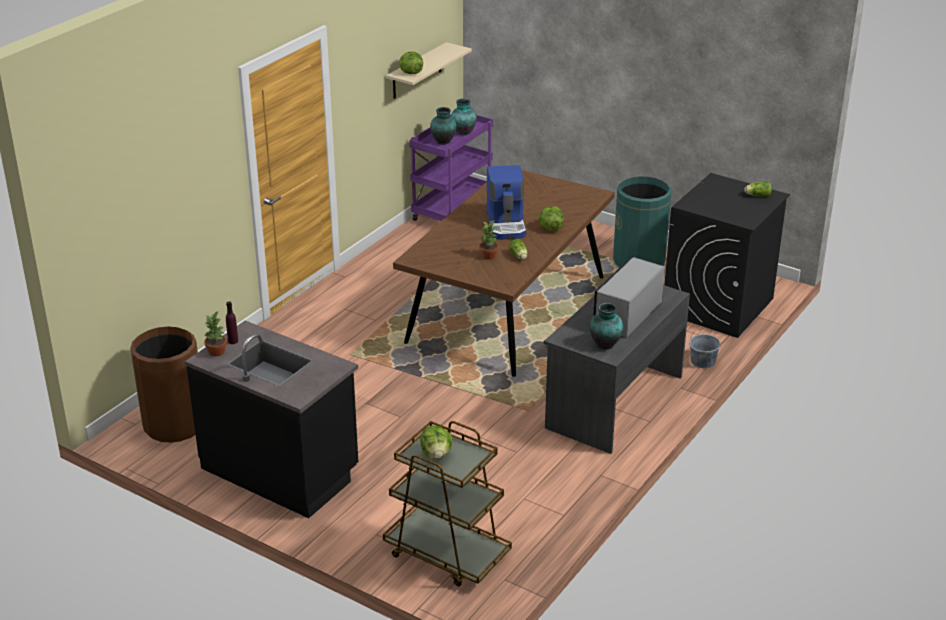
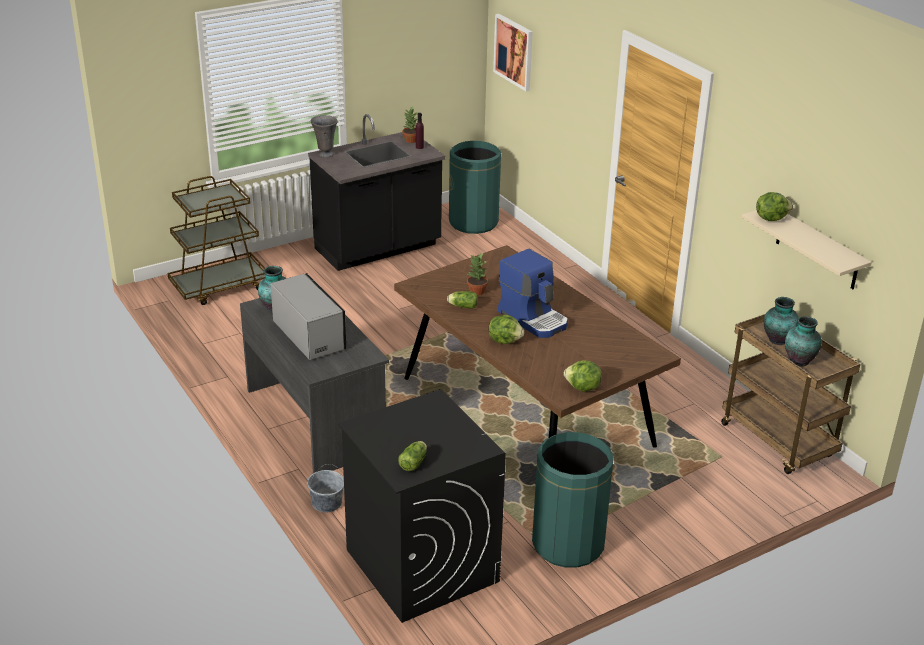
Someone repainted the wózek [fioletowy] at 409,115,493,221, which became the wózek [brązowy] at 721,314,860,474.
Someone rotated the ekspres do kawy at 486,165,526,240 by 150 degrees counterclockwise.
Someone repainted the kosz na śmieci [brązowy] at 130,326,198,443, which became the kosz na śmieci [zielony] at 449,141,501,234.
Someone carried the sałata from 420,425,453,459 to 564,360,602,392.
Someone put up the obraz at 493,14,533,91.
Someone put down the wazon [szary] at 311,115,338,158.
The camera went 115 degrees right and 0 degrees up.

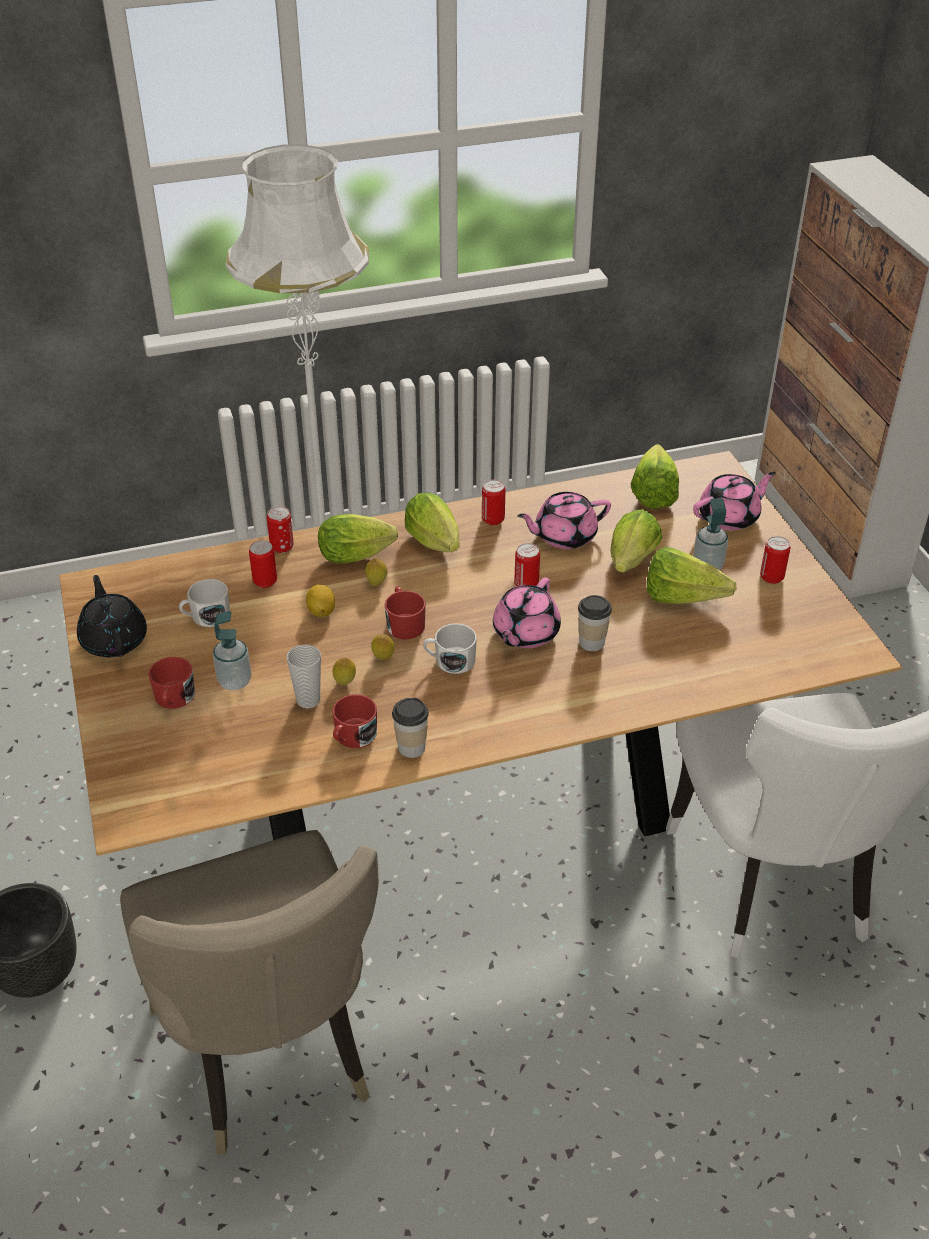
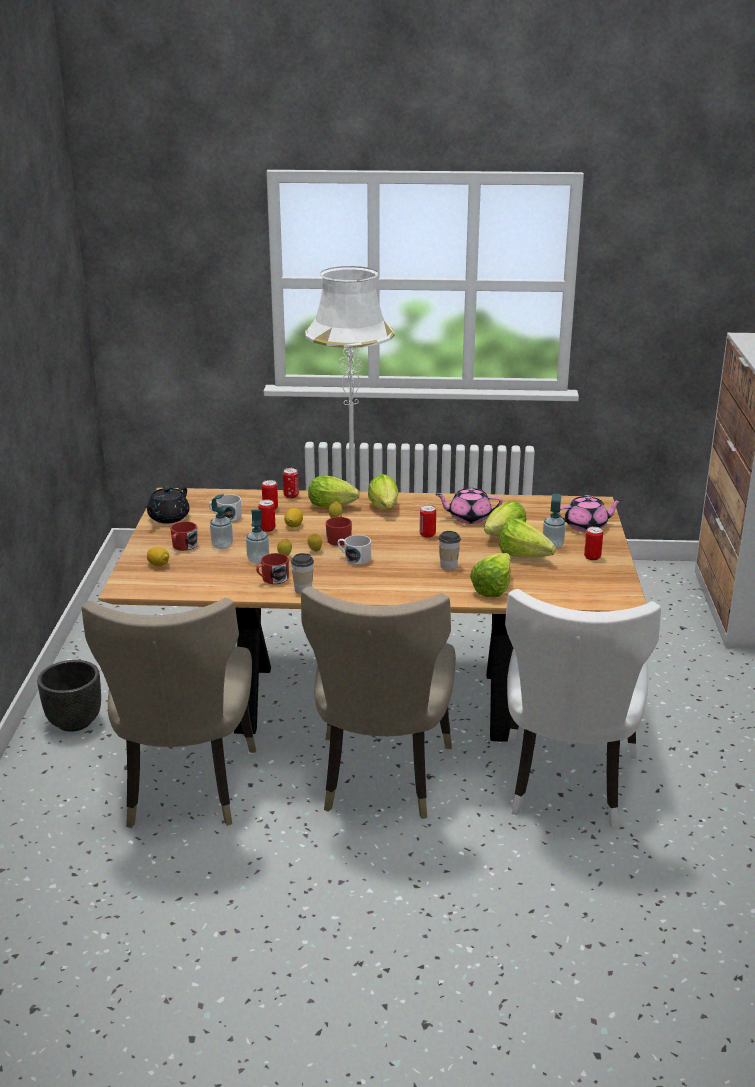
Someone carried the sałata from 631,444,679,509 to 470,553,511,597.
Someone carried the puszka from 482,480,505,525 to 258,499,275,532.
Someone rotated the imbryk [czarny] at 77,575,147,657 by 150 degrees counterclockwise.
Someone took away the imbryk [różowy] at 493,577,561,648.
Someone swapped the filiżanka at 287,644,321,709 for the dozownik mydła at 246,509,269,564.
Someone put down the cytryna at 147,547,169,566.
Someone put down the krzesło [beżowy] at 301,586,456,819.
The camera went 20 degrees right and 15 degrees down.

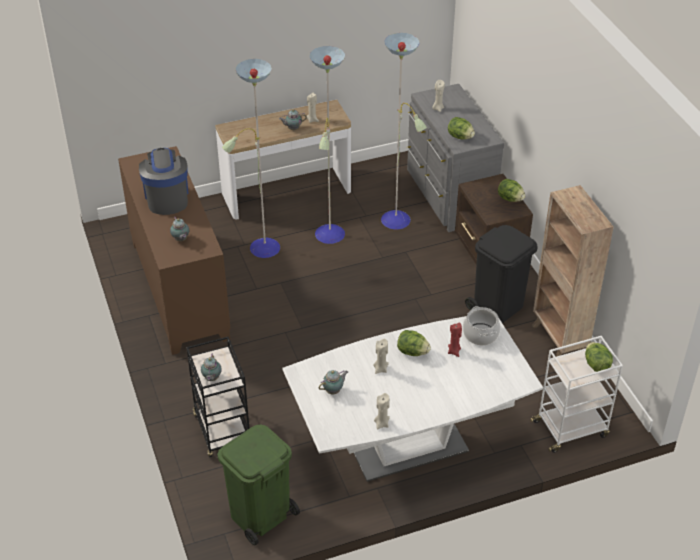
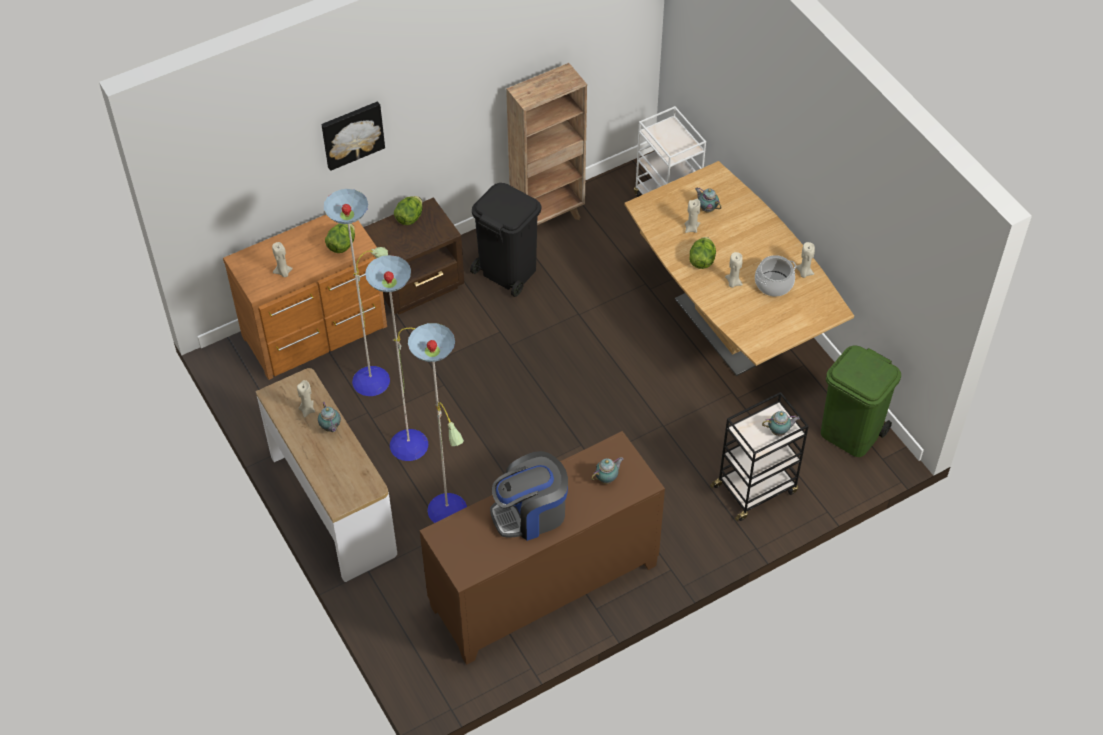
Someone repainted the komoda [szary] at 407,84,504,232, which became the komoda [brązowy] at 223,214,387,380.
Someone carried the garnek from 463,306,501,346 to 755,255,796,297.
Someone repainted the stół jadalny [biały] at 282,311,543,482, which became the stół jadalny [brązowy] at 625,161,854,376.
Someone repainted the świeca [czerwony] at 448,323,462,357, which became the świeca [beżowy] at 685,199,700,233.
Someone took away the sałata at 585,342,613,372.
Someone carried the imbryk from 319,370,348,394 to 695,187,722,212.
Someone put up the obraz at 321,101,385,171.
The camera went 100 degrees left and 10 degrees up.

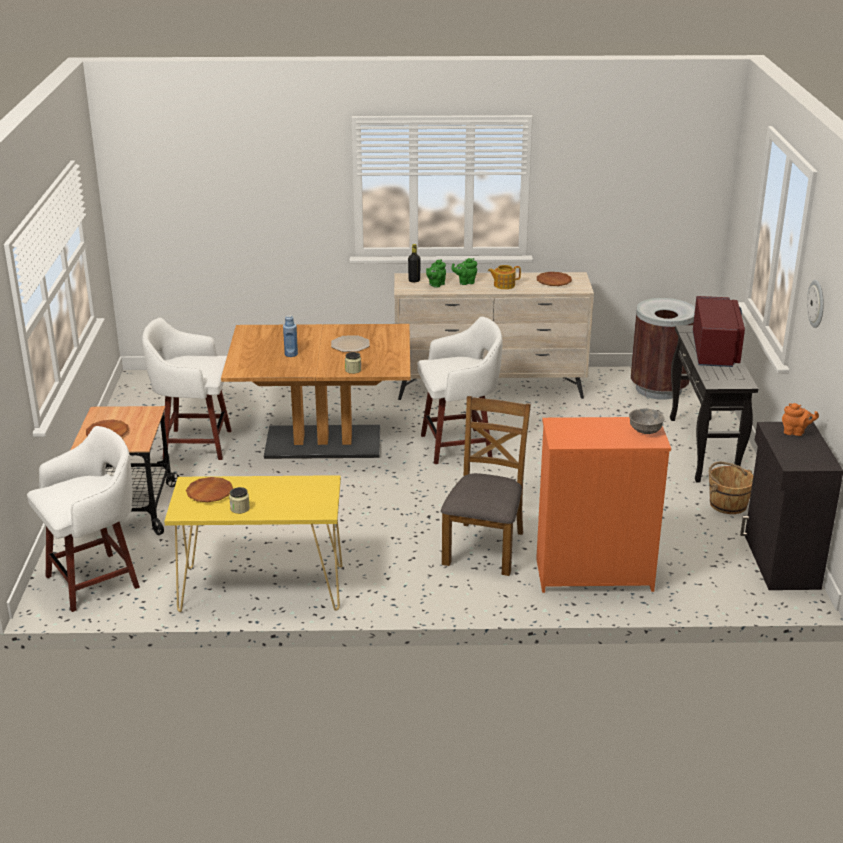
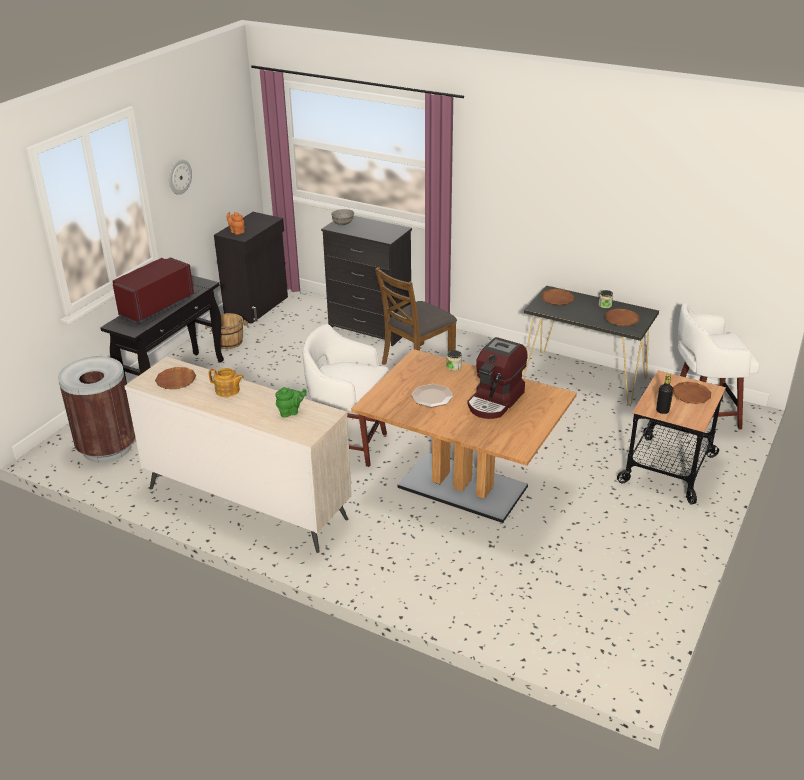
Someone carried the butelka [czarny] from 408,244,421,282 to 656,374,673,414.
Someone took away the imbryk [zielony] at 451,258,477,285.
Someone swapped the butelka [niebieski] at 283,315,298,357 for the ekspres do kawy at 468,337,528,419.
Someone took away the stołek [biały] at 142,318,232,460.
Someone repainted the komoda [pomarańczowy] at 536,417,671,593, which became the komoda [czarny] at 321,216,412,346.
Someone repainted the stolik konsolowy [żółty] at 164,475,342,612, which became the stolik konsolowy [czarny] at 522,286,659,405.
Someone put down the talerz [brązowy] at 541,289,574,305.
The camera went 150 degrees left and 5 degrees up.

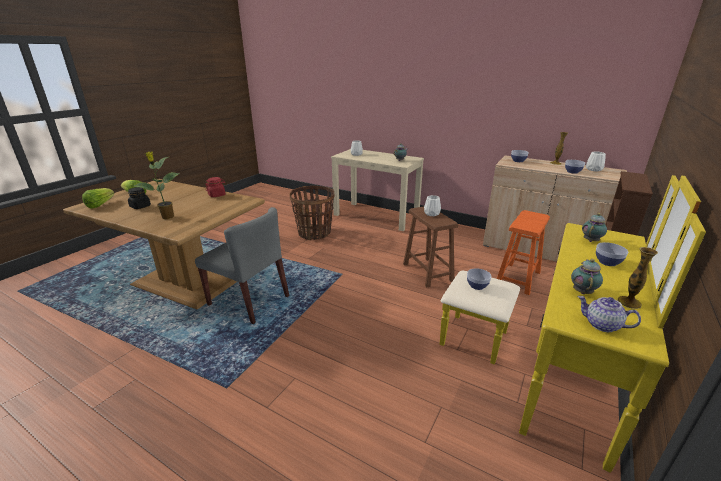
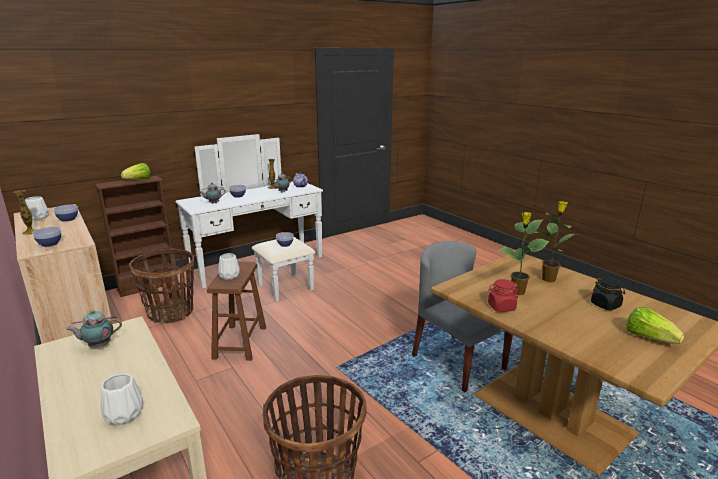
Someone repainted the komoda [żółty] at 440,175,706,473, which became the komoda [biały] at 175,134,323,301.
Someone carried the sałata from 82,188,115,209 to 121,163,151,179.
Someone swapped the stołek [pomarańczowy] at 497,210,550,295 for the koszyk at 129,248,195,324.
Someone put down the roślina doniczkowa at 498,212,549,295.
The camera went 155 degrees left and 5 degrees down.

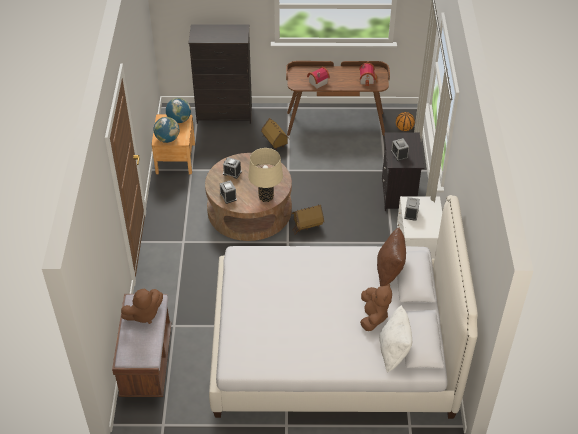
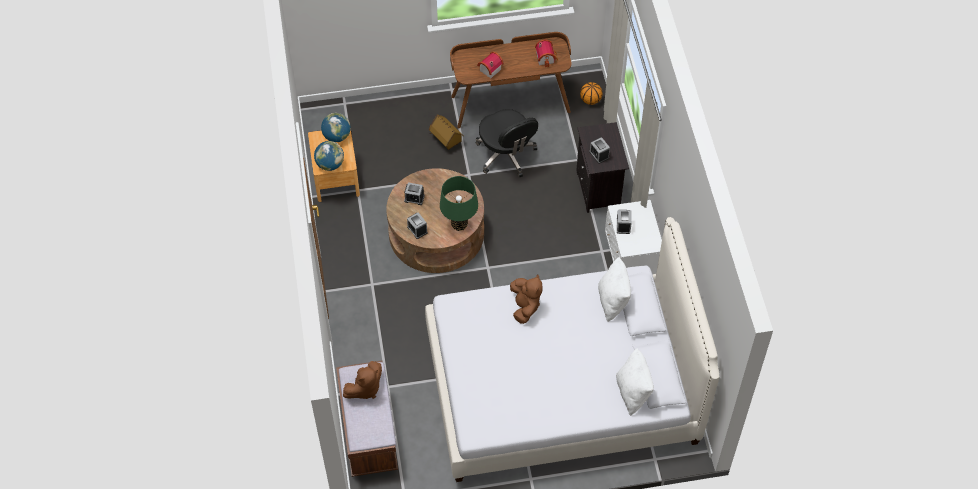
Someone took away the komoda [czarny] at 189,24,252,124.
Someone repainted the lampa stołowa [beżowy] at 248,148,283,202, which became the lampa stołowa [zielony] at 440,176,478,231.
Someone took away the domek at 292,204,324,235.
Someone repainted the poduszka [brązowy] at 377,227,406,287, which became the poduszka [biały] at 598,257,631,322.
Someone carried the pluszak [brązowy] from 360,283,392,331 to 510,274,543,324.
Someone put down the krzesło biurowe [czarny] at 475,109,538,177.
The camera went 10 degrees left and 10 degrees up.

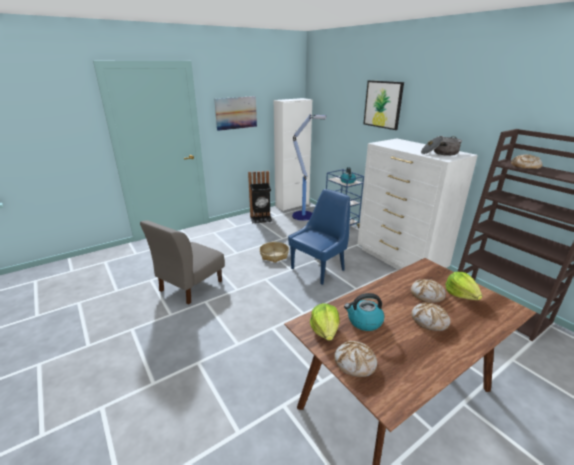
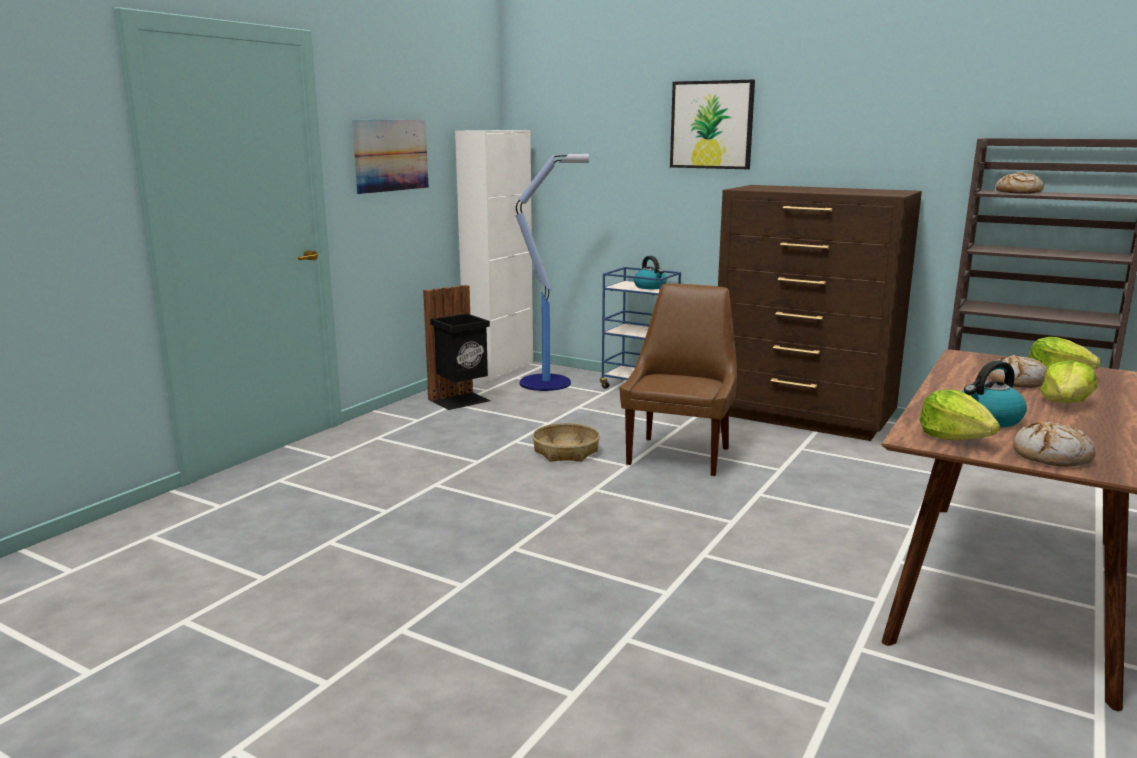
Someone took away the garnek at 421,136,462,156.
Someone repainted the komoda [biały] at 357,138,478,270, which became the komoda [brązowy] at 718,185,922,441.
Someone repainted the krzesło [niebieski] at 288,189,350,285, which became the krzesło [brązowy] at 620,284,737,476.
Someone took away the krzesło [szary] at 140,220,225,305.
Someone swapped the chleb at 411,302,450,331 for the sałata at 1041,360,1097,403.
The camera went 25 degrees left and 10 degrees down.

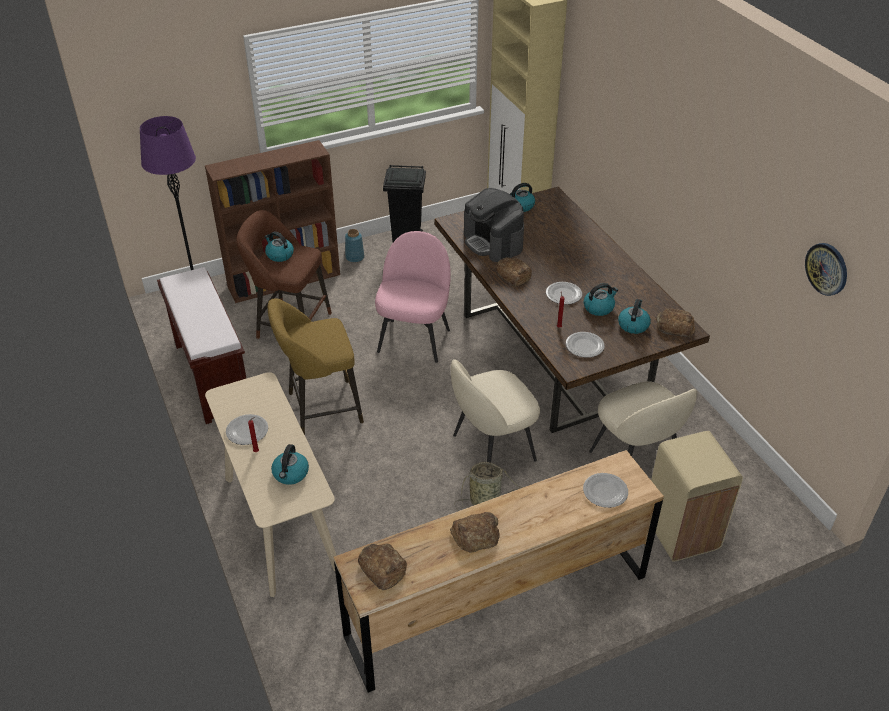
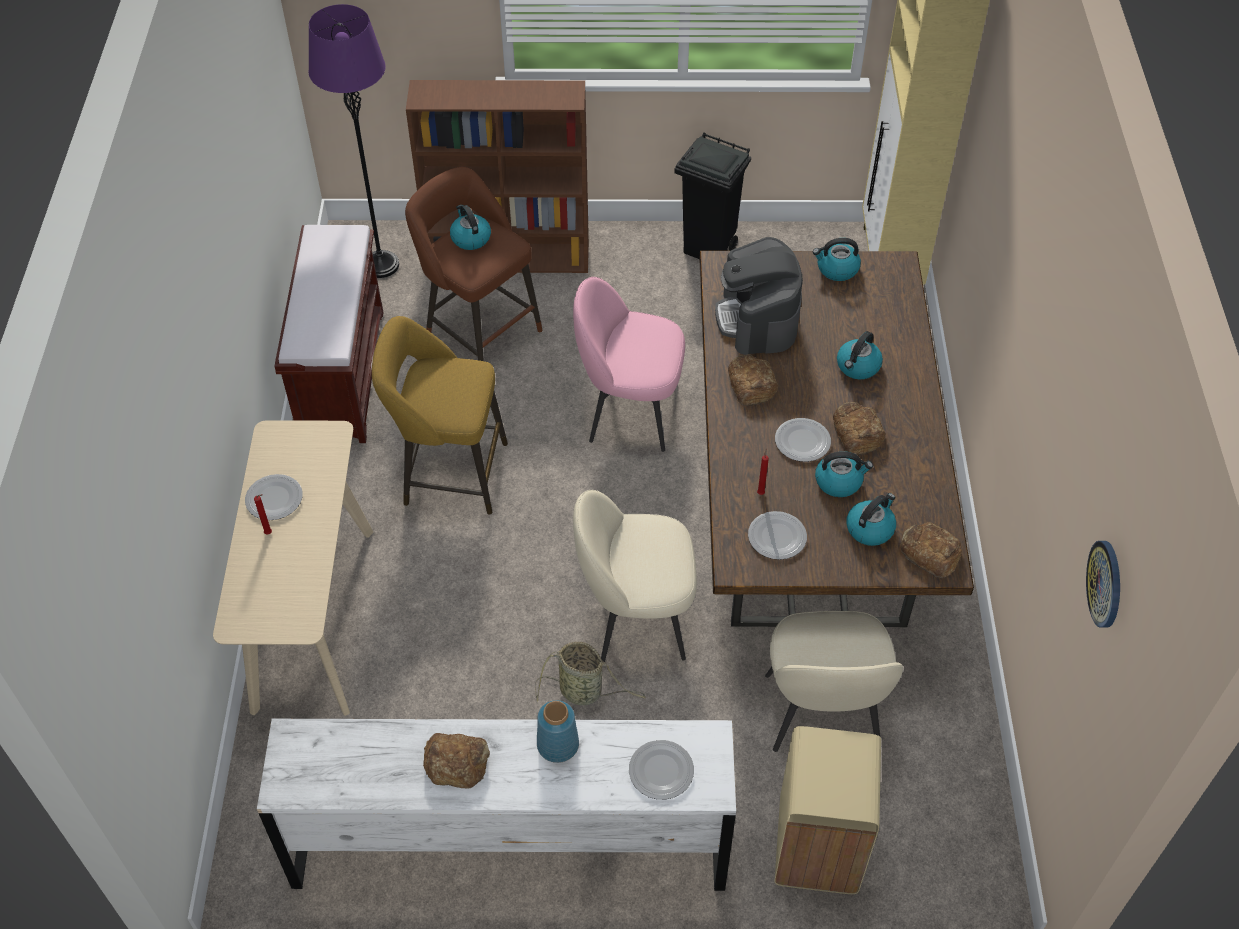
Someone carried the wazon [niebieski] from 345,229,364,263 to 537,700,579,763.
Someone rotated the krzesło [różowy] at 375,231,451,363 by 120 degrees counterclockwise.
Someone carried the czajnik from 271,444,309,485 to 837,331,883,379.
Someone repainted the komoda [brązowy] at 334,450,664,693, which became the komoda [biały] at 257,719,736,891.
Someone carried the chleb from 358,544,407,590 to 833,402,886,455.
The camera went 25 degrees right and 10 degrees up.

